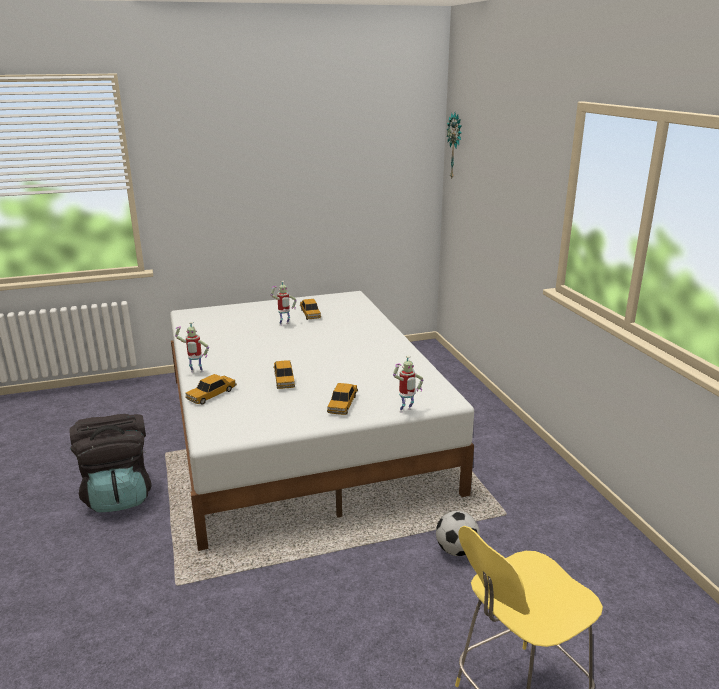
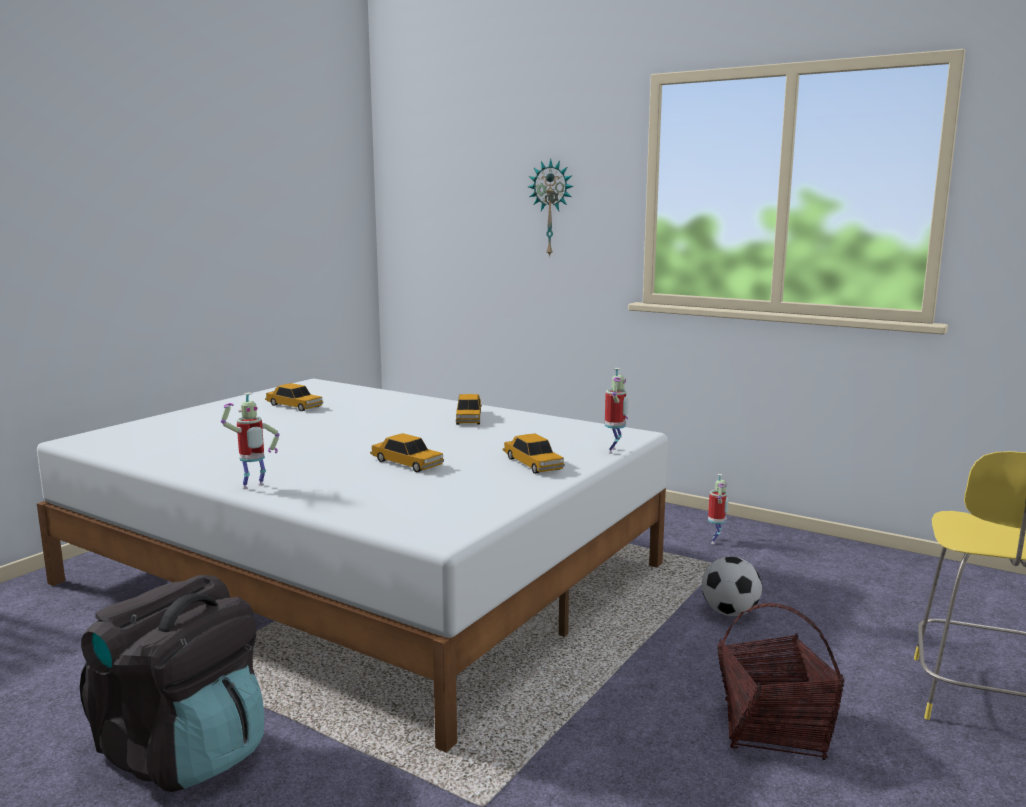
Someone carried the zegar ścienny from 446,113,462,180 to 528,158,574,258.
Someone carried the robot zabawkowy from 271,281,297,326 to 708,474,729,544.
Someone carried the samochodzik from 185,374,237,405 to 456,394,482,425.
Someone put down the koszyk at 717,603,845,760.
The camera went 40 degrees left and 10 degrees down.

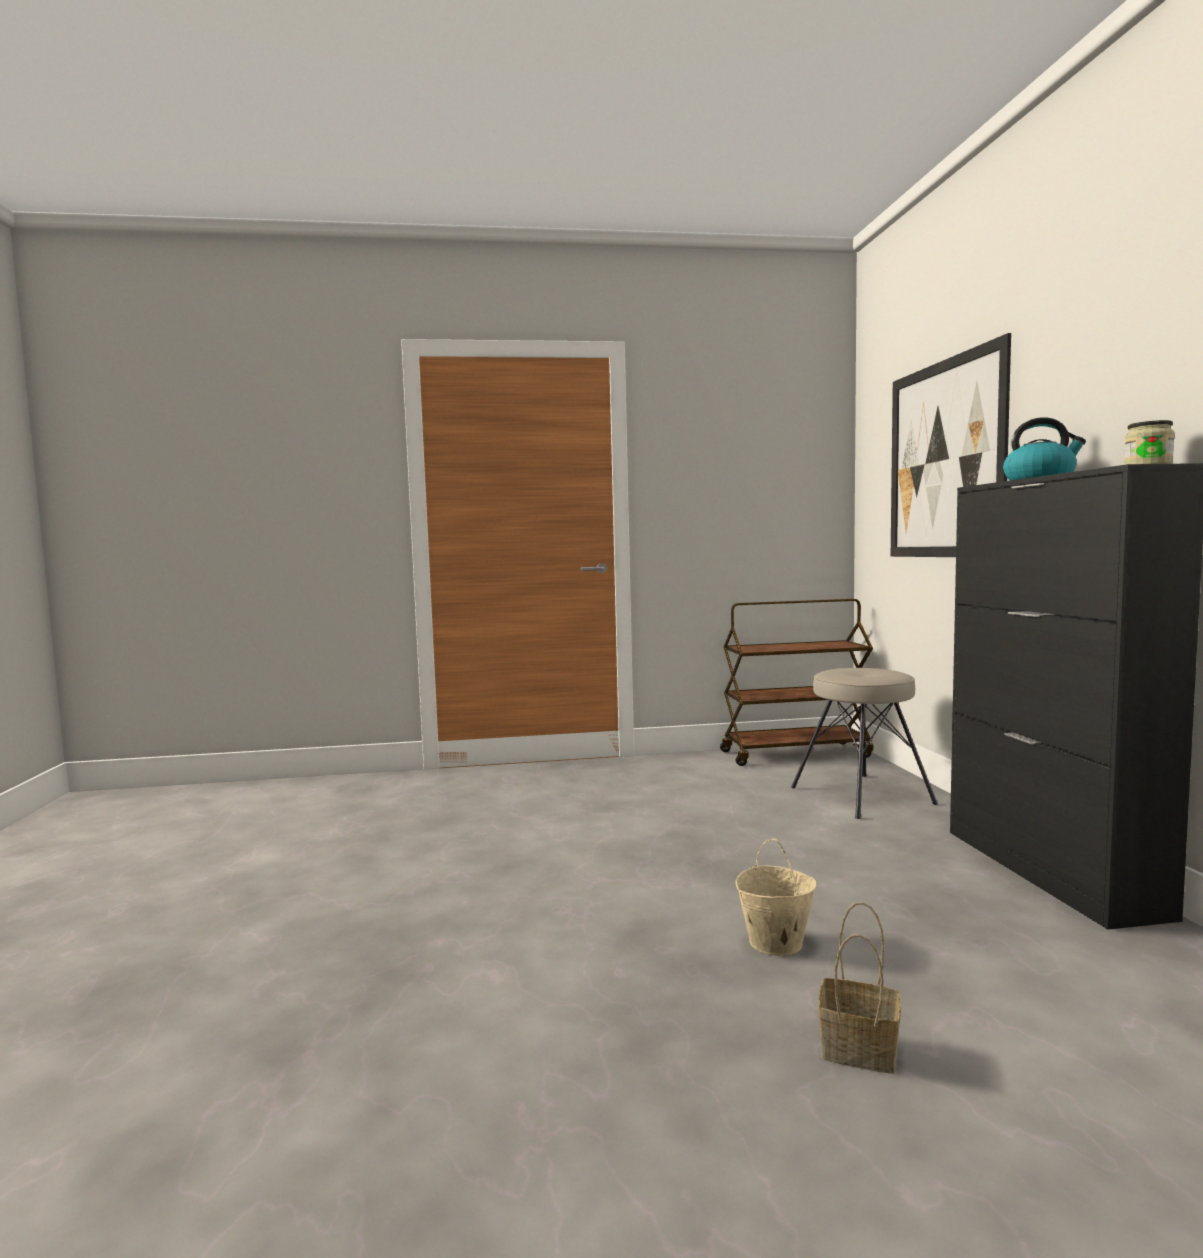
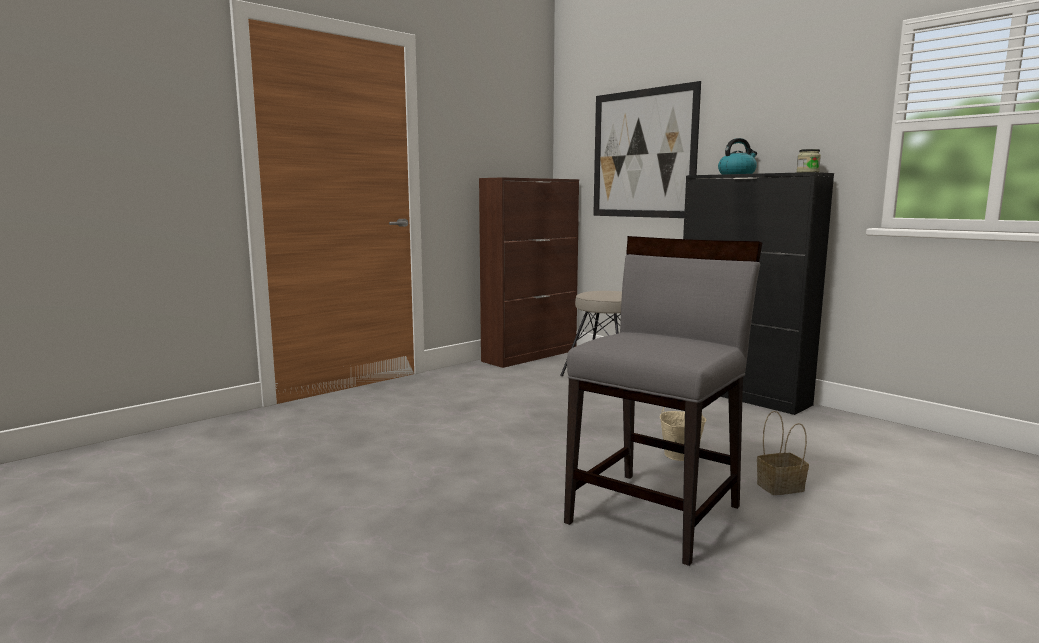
Someone swapped the wózek [brązowy] at 720,599,874,766 for the szafka [brązowy] at 479,177,579,368.
Someone put down the krzesło [szary] at 564,236,762,566.
The camera went 35 degrees left and 5 degrees up.

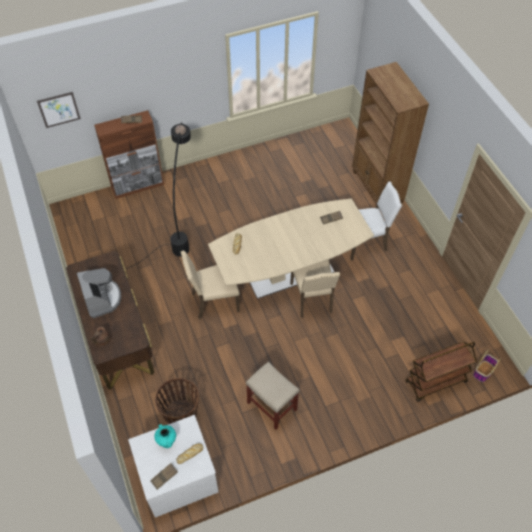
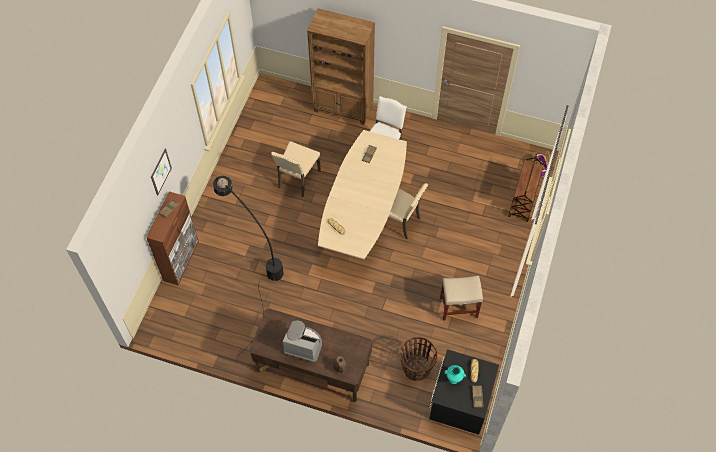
Someone carried the obraz from 37,92,81,128 to 151,149,172,196.
Someone carried the krzesło [beżowy] from 181,250,240,319 to 271,141,321,197.
Someone repainted the komoda [biały] at 128,415,219,518, which became the komoda [czarny] at 429,349,499,435.
The camera went 50 degrees left and 5 degrees up.

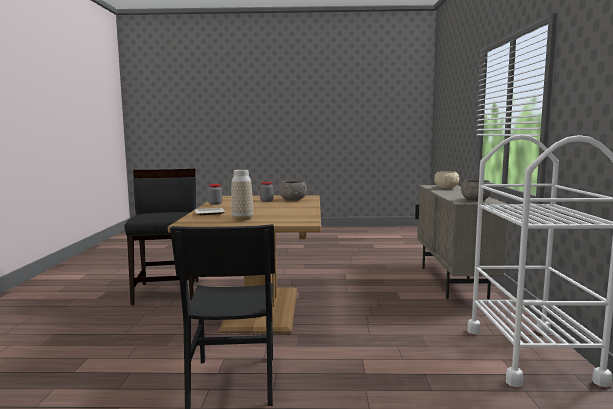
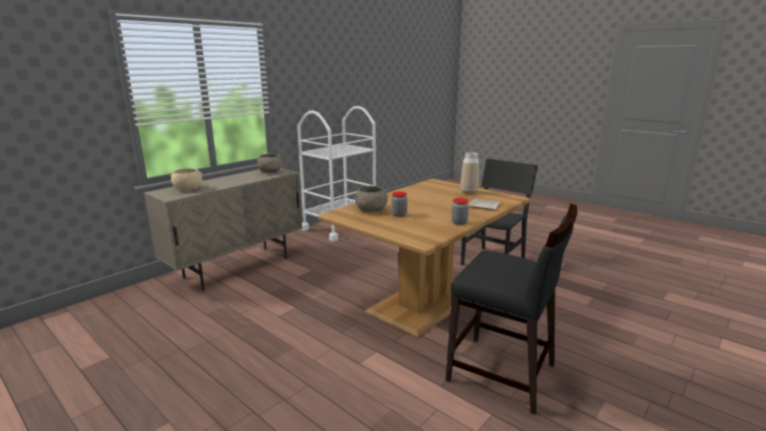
Someone rotated the krzesło [czarny] at 124,169,199,305 by 90 degrees counterclockwise.
The camera went 140 degrees left and 10 degrees up.

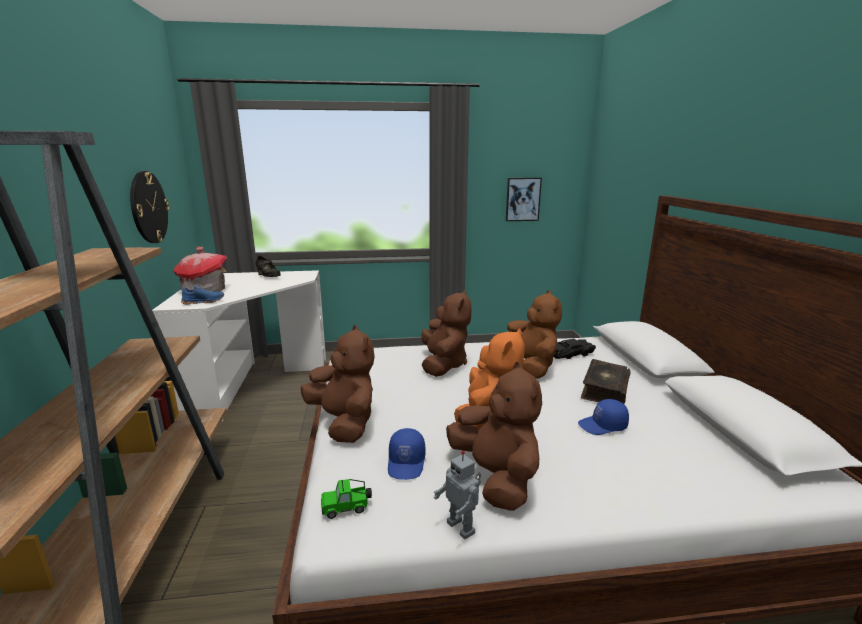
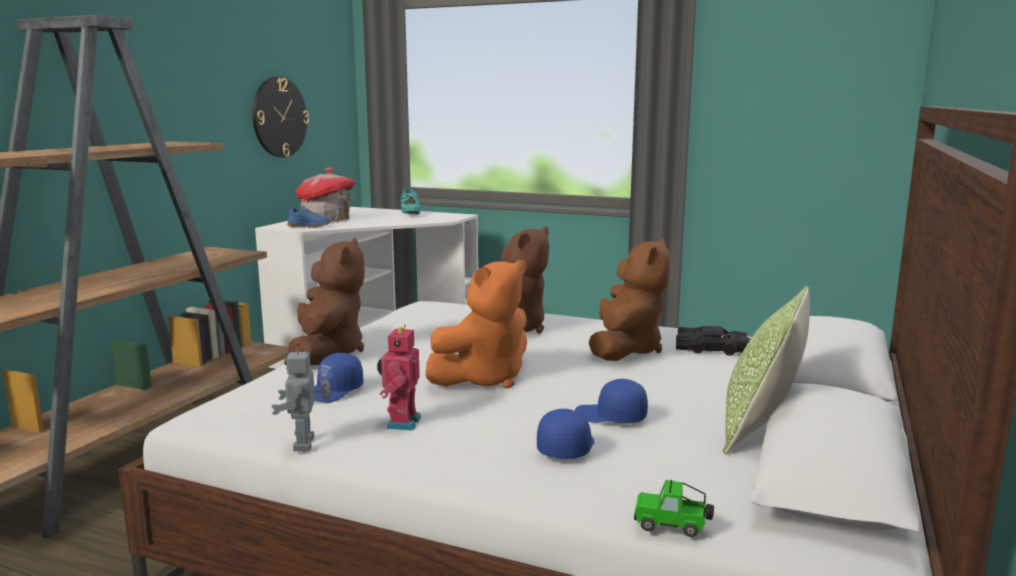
Someone took away the obraz at 506,178,542,221.
Someone repainted the but [czarny] at 255,256,281,277, which became the but [turkusowy] at 400,188,420,215.
Someone took away the książka at 581,359,630,404.
Someone swapped the pluszak [brązowy] at 446,362,542,511 for the robot zabawkowy at 377,325,421,431.
Someone carried the samochodzik from 321,479,372,519 to 634,480,714,537.
Someone put down the poduszka at 723,286,810,455.
Someone put down the czapka z daszkiem [niebieski] at 537,409,594,459.
The camera went 30 degrees right and 5 degrees down.

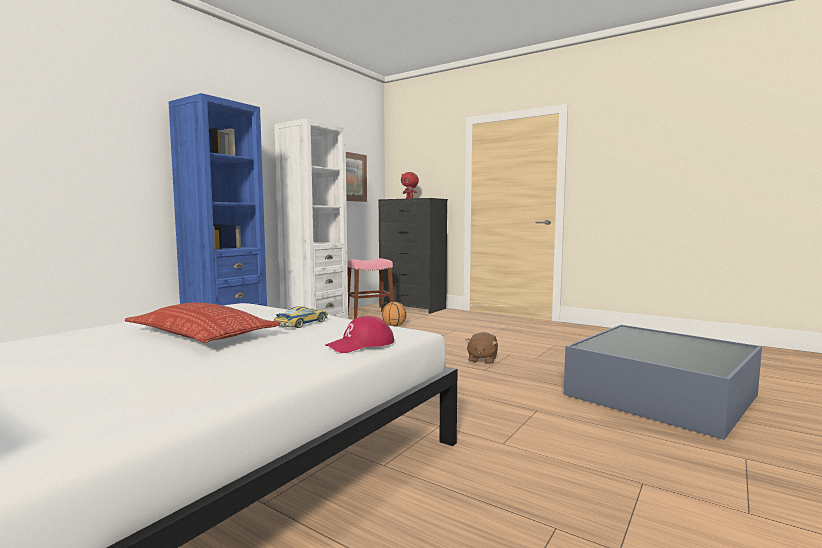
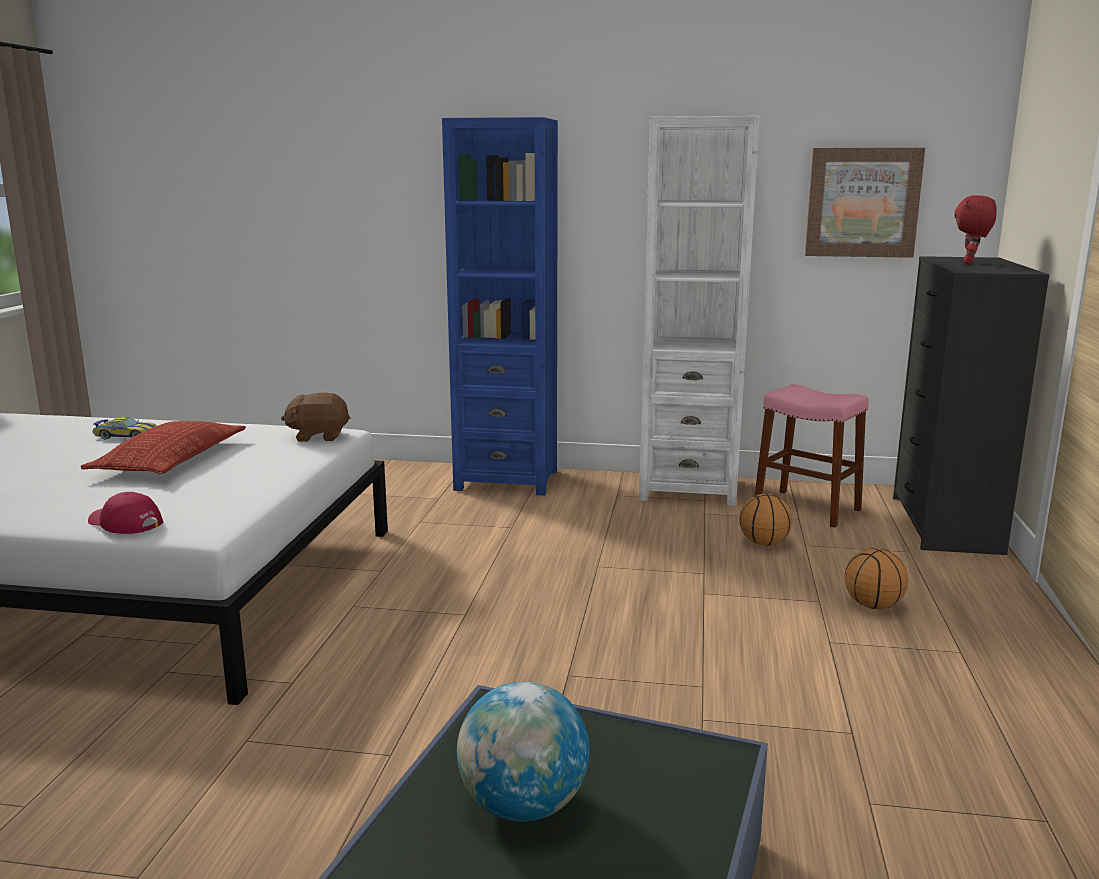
Someone carried the samochodzik from 274,306,328,328 to 92,417,157,440.
Someone carried the pluszak [brązowy] from 466,332,498,364 to 281,393,350,442.
Someone put down the piłka do koszykówki at 845,548,908,609.
Someone put down the globus at 457,681,589,822.
The camera went 65 degrees right and 10 degrees up.

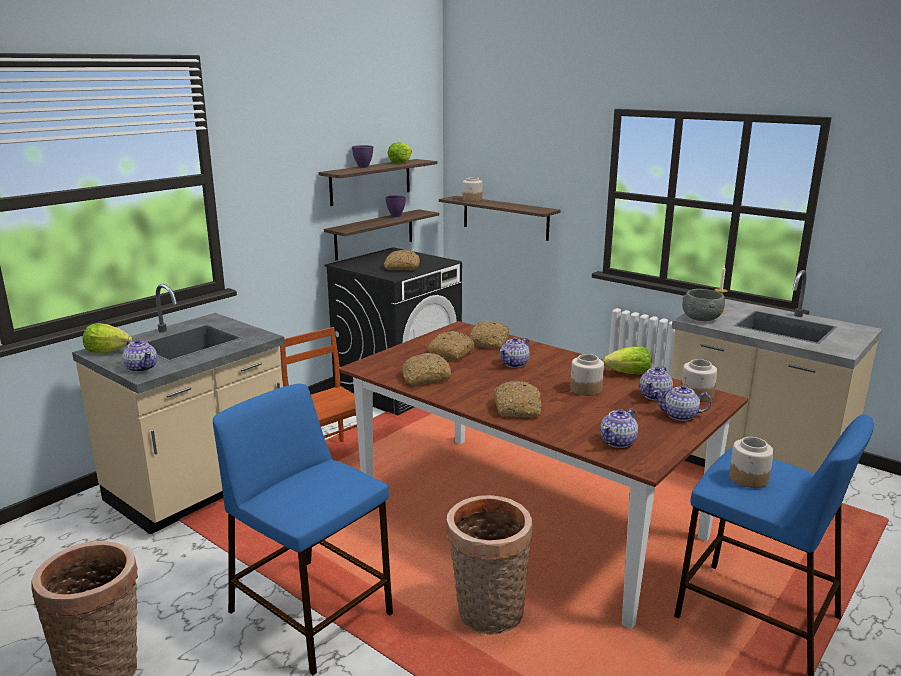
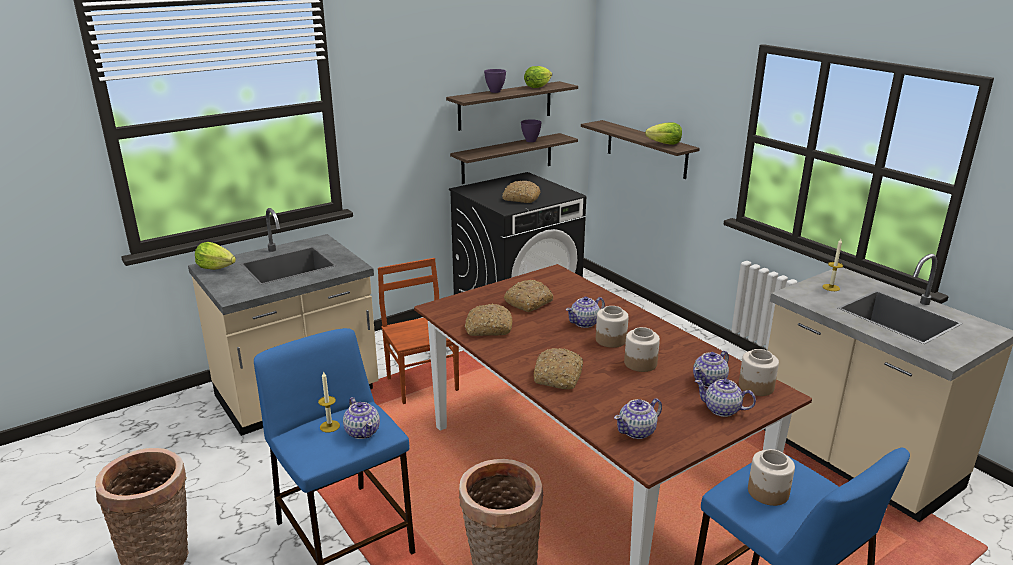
Someone carried the słoik from 462,177,483,202 to 596,306,629,348.
Someone took away the miska [szary] at 682,289,725,321.
Someone took away the chleb at 469,321,509,349.
Someone carried the imbryk from 122,339,157,372 to 343,397,380,439.
Someone carried the sałata from 603,346,651,374 to 645,123,682,145.
Someone put down the świeca at 318,371,340,432.
The camera went 15 degrees right and 5 degrees up.

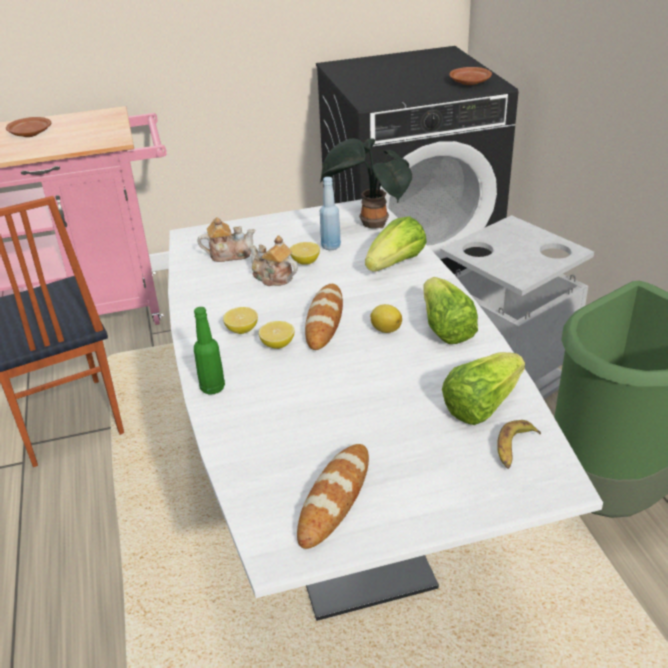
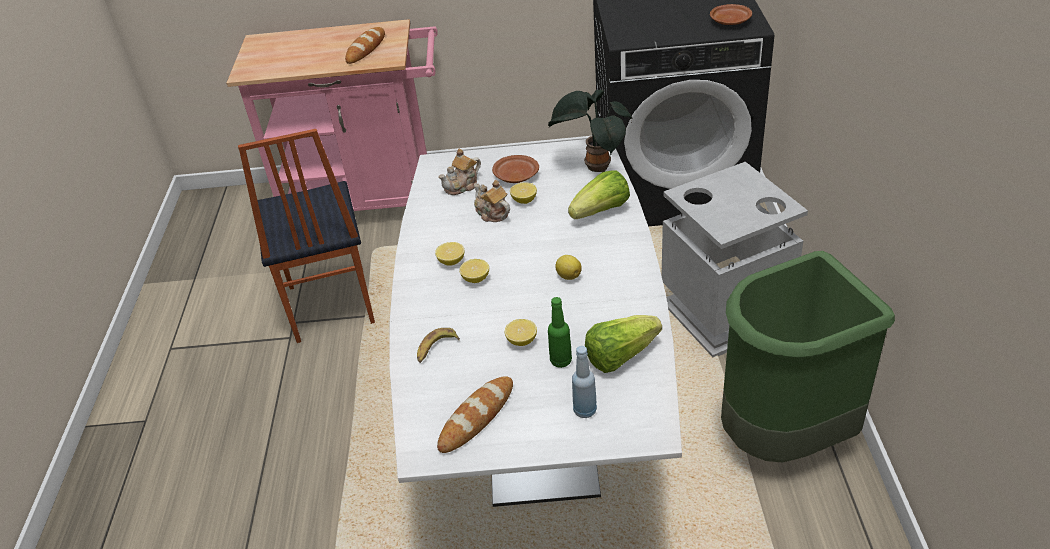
Someone carried the talerz [brązowy] from 6,117,51,137 to 492,155,539,183.
Someone carried the butelka [niebieski] from 320,177,341,250 to 572,346,597,418.
Someone rotated the imbryk at 197,217,255,262 by 135 degrees clockwise.
Someone took away the sałata at 423,277,478,344.
Someone carried the chleb from 305,284,343,350 to 345,27,385,64.
Someone carried the butelka [zielony] from 194,307,225,394 to 548,297,572,368.
Someone carried the banan from 497,420,541,469 to 417,328,460,363.
Someone put down the cytryna at 505,319,537,346.
The camera went 15 degrees right and 5 degrees up.

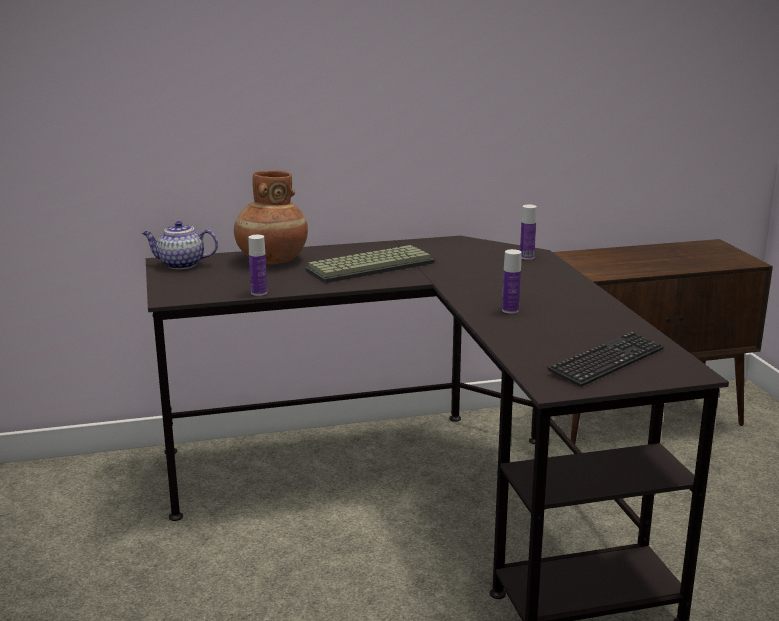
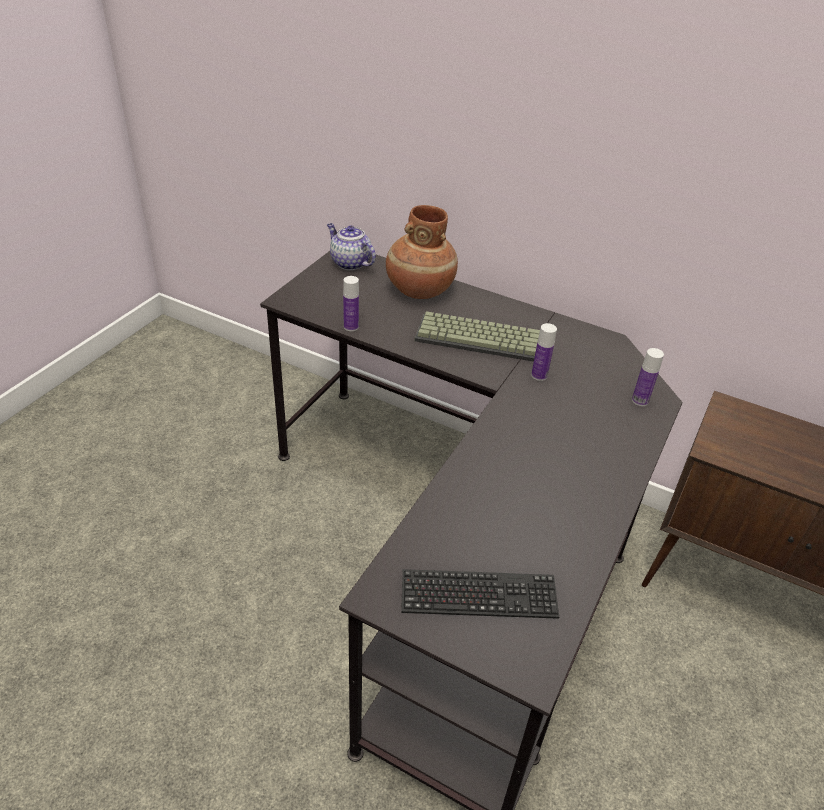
Someone carried the butelka from 502,249,521,314 to 531,323,557,381.
The camera went 40 degrees right and 20 degrees up.

